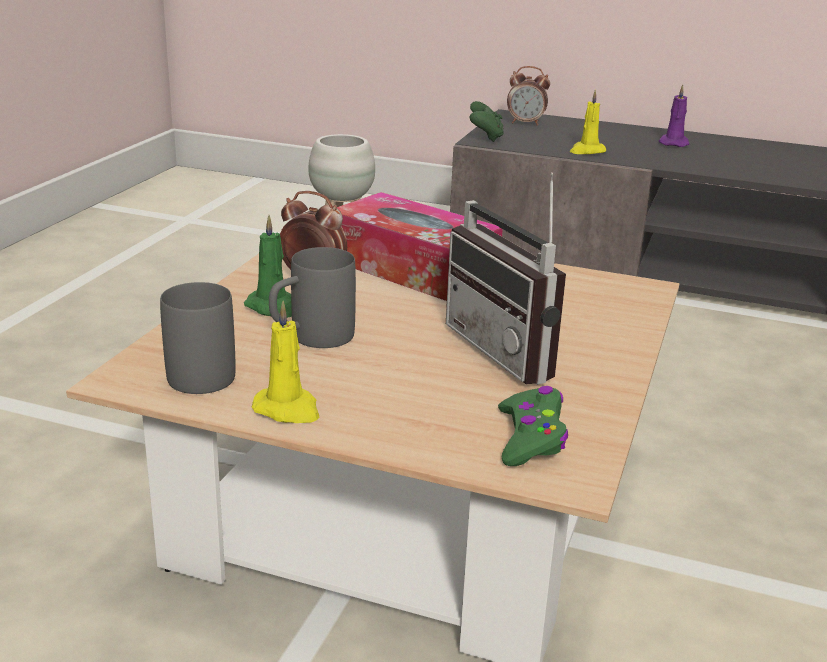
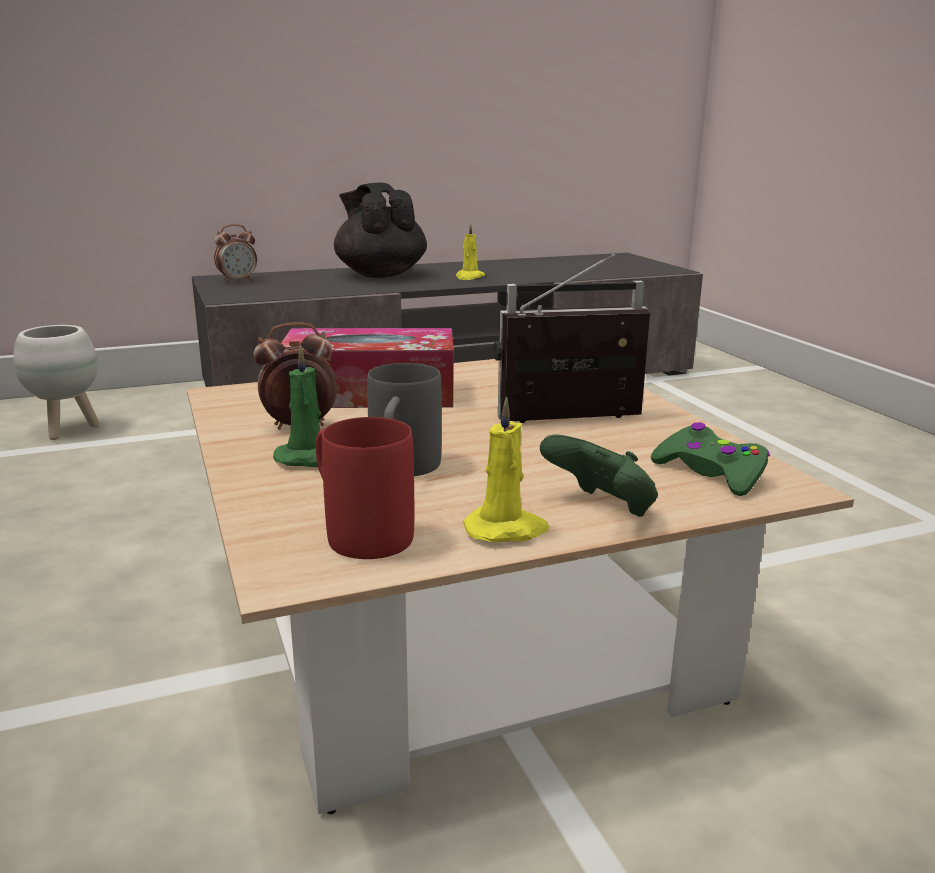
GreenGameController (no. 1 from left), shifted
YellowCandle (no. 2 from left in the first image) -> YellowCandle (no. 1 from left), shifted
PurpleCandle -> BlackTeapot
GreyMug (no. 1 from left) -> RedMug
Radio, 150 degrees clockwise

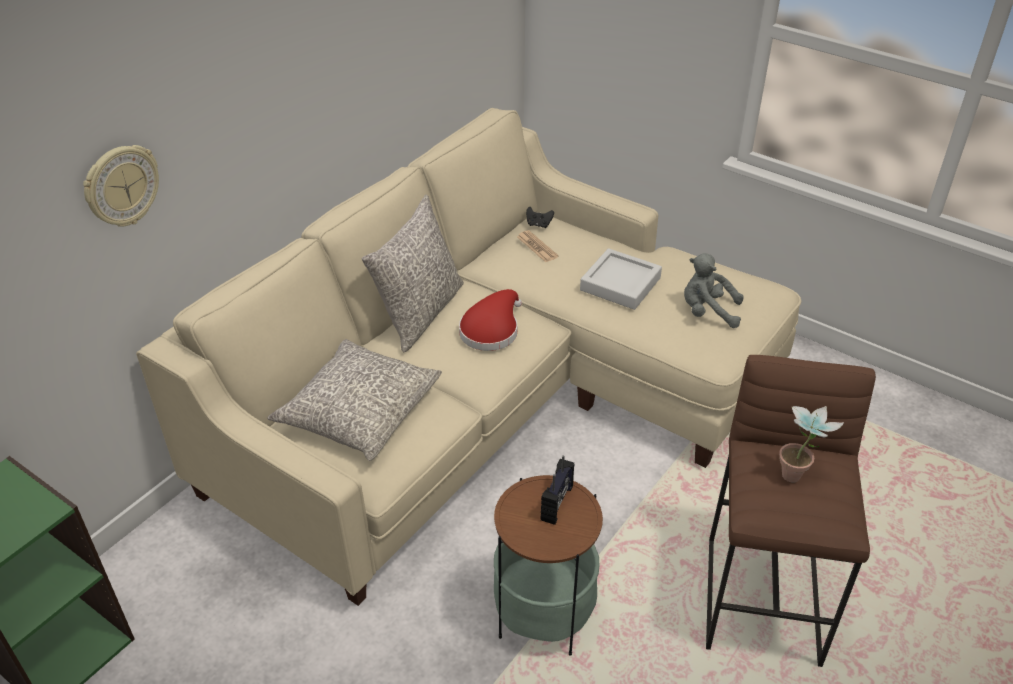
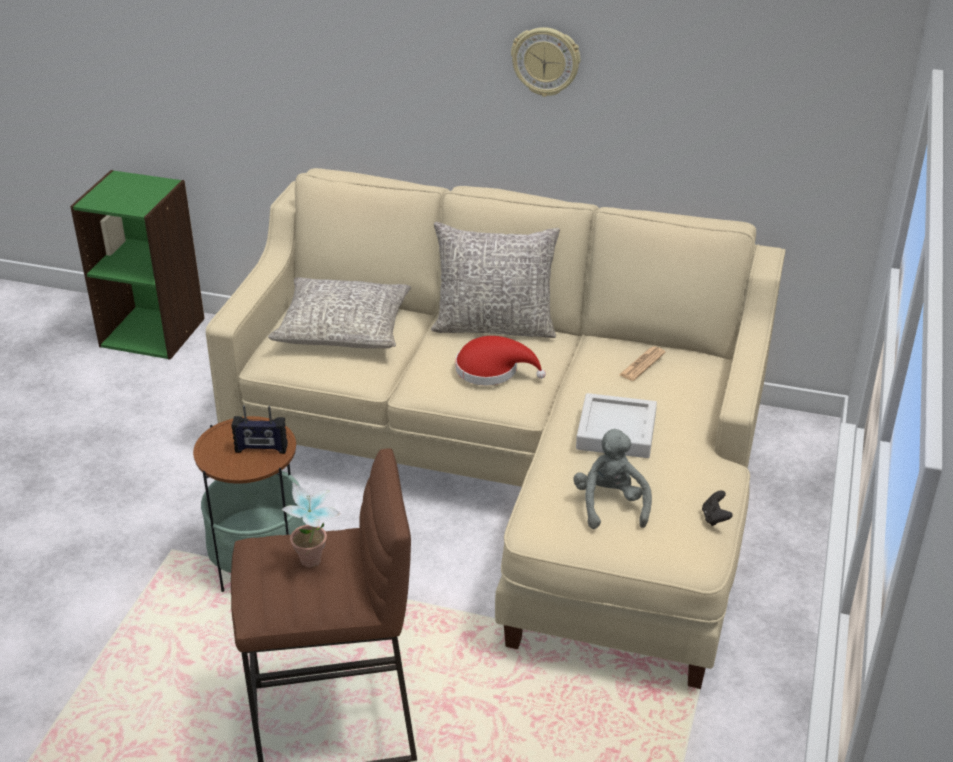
WallClock, shifted
BlackGameController, shifted

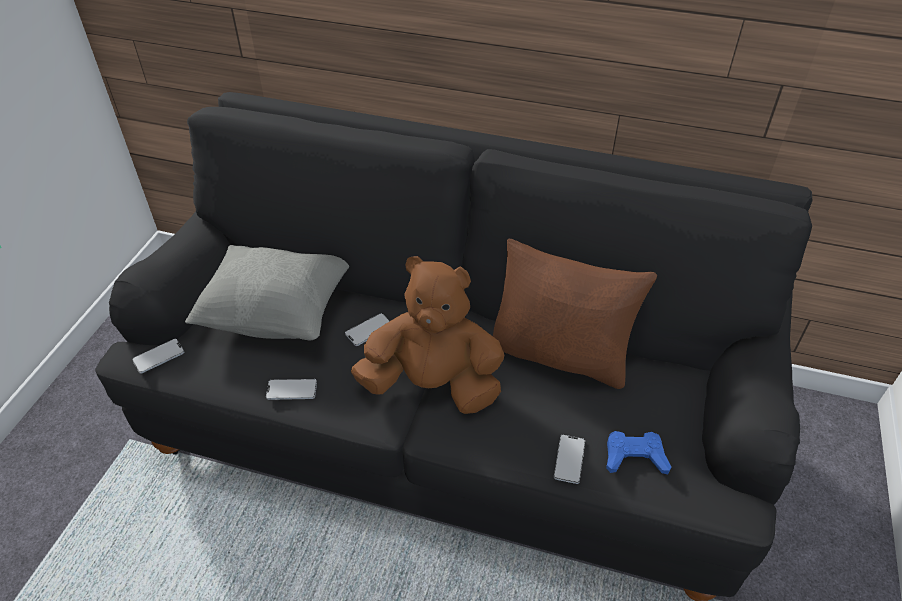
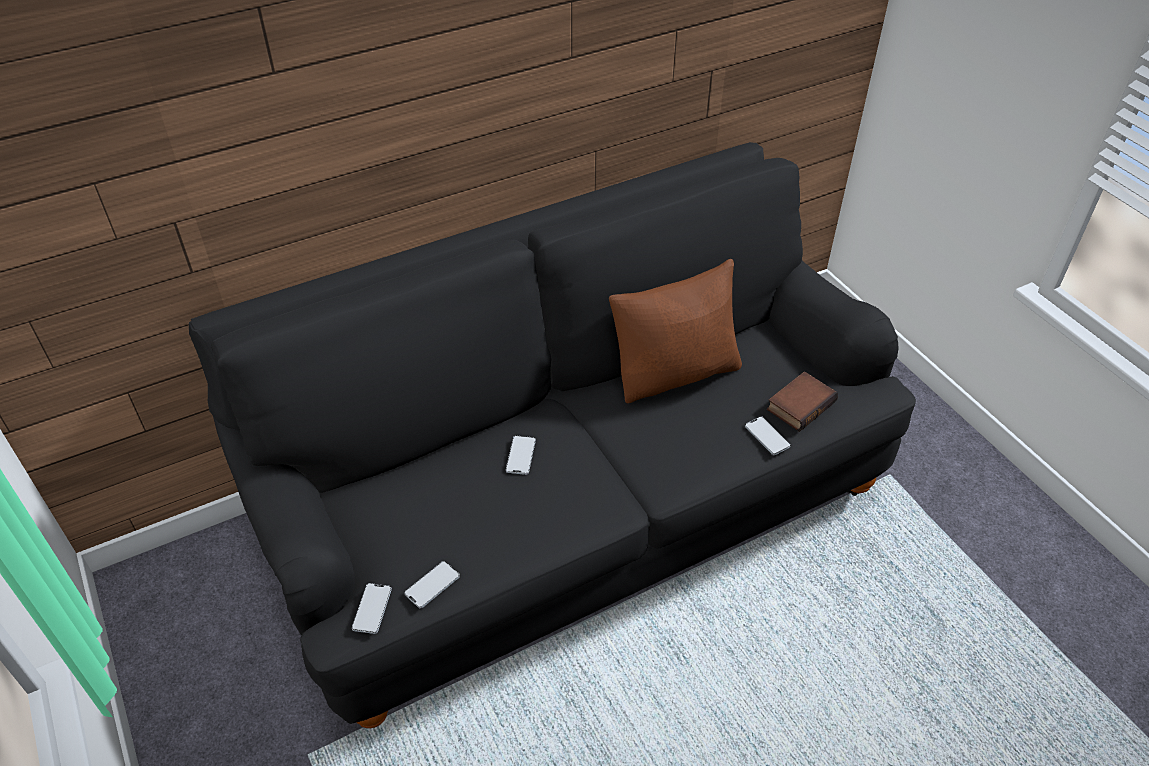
GreyPillow -> none
BrownPlushToy -> none
Phone (no. 2 from left), shifted
BlueGameController -> Book

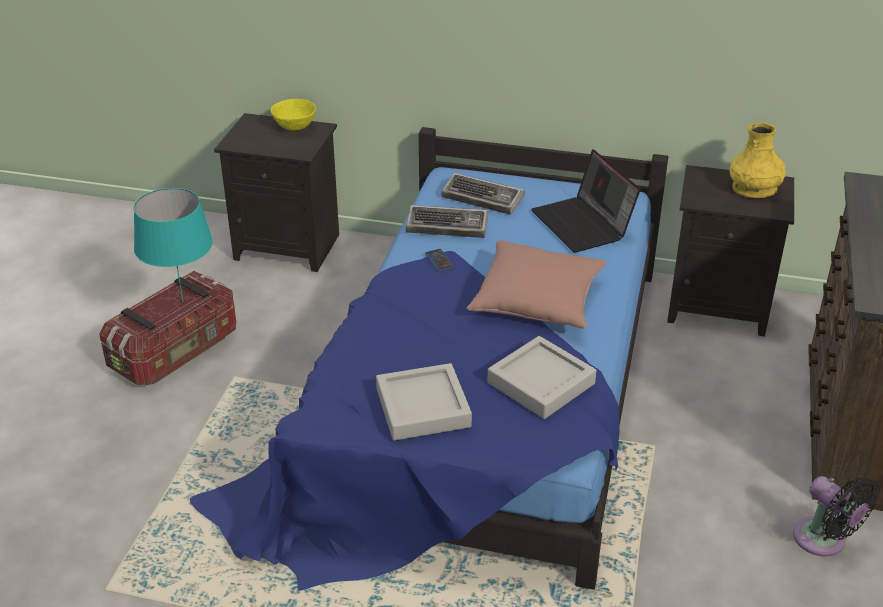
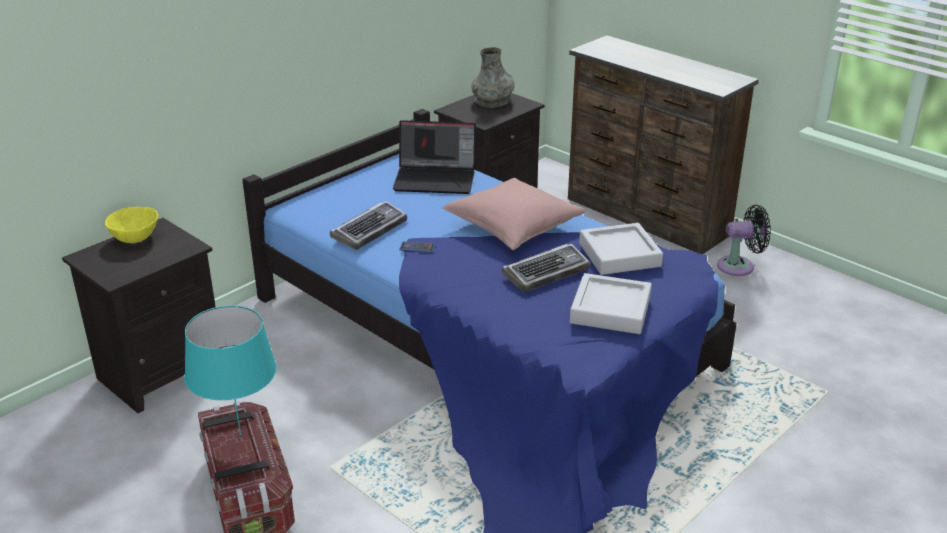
Keyboard (no. 2 from left), shifted
YellowVase -> GreyVase

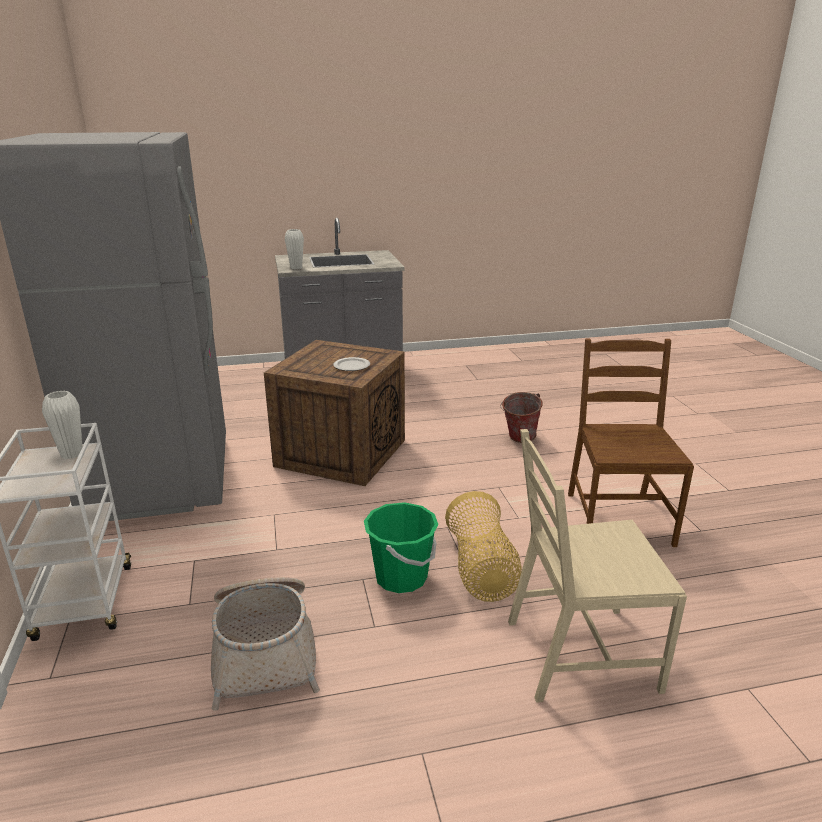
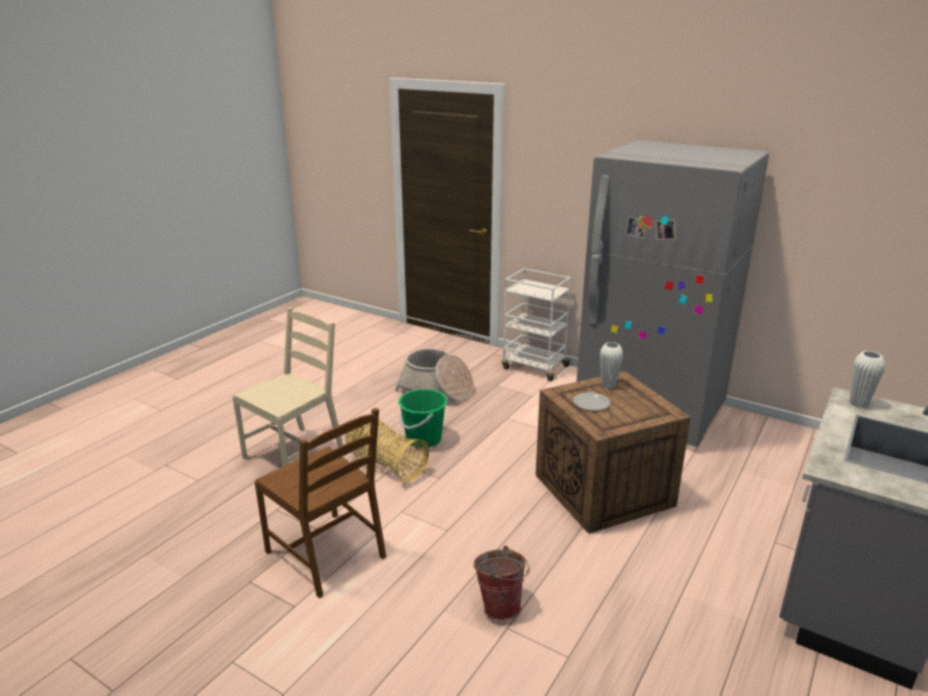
WhiteVase (no. 1 from left), shifted

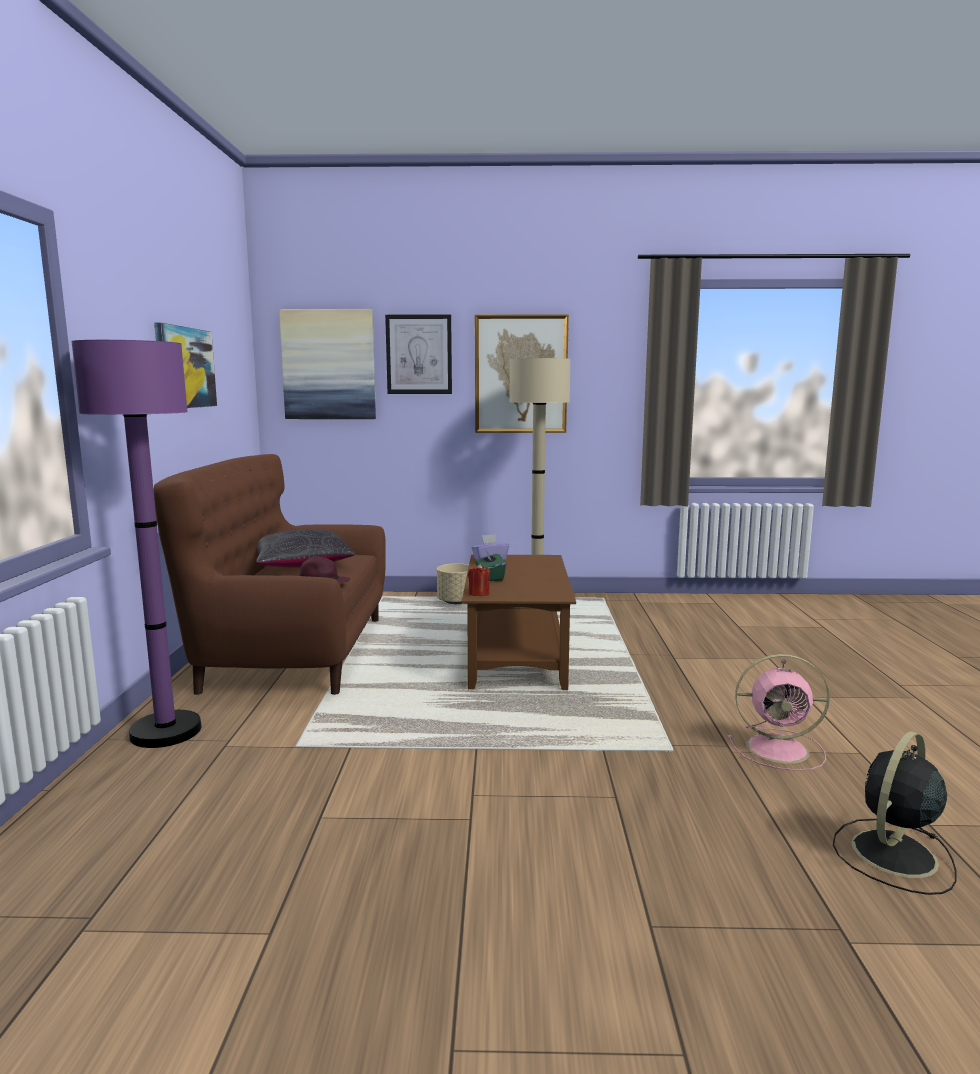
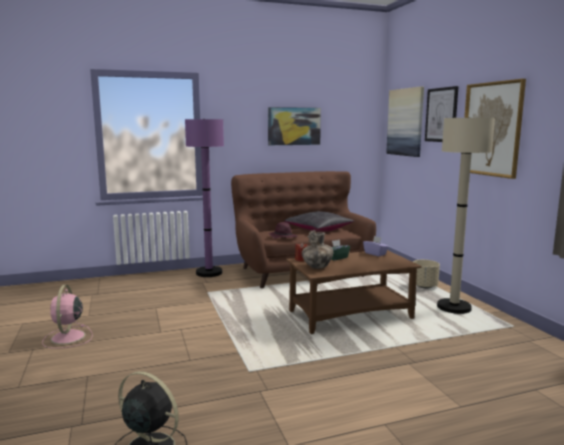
none -> Vase
PinkFan, shifted

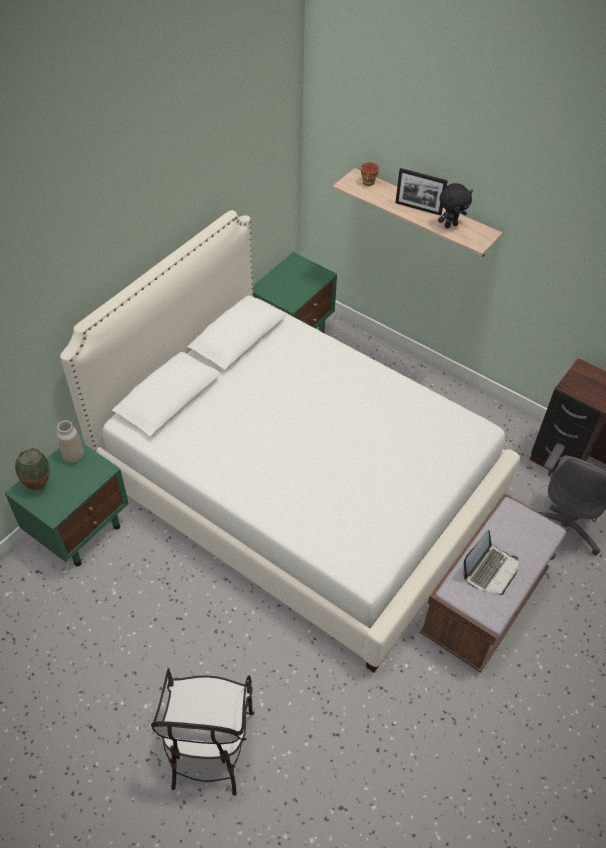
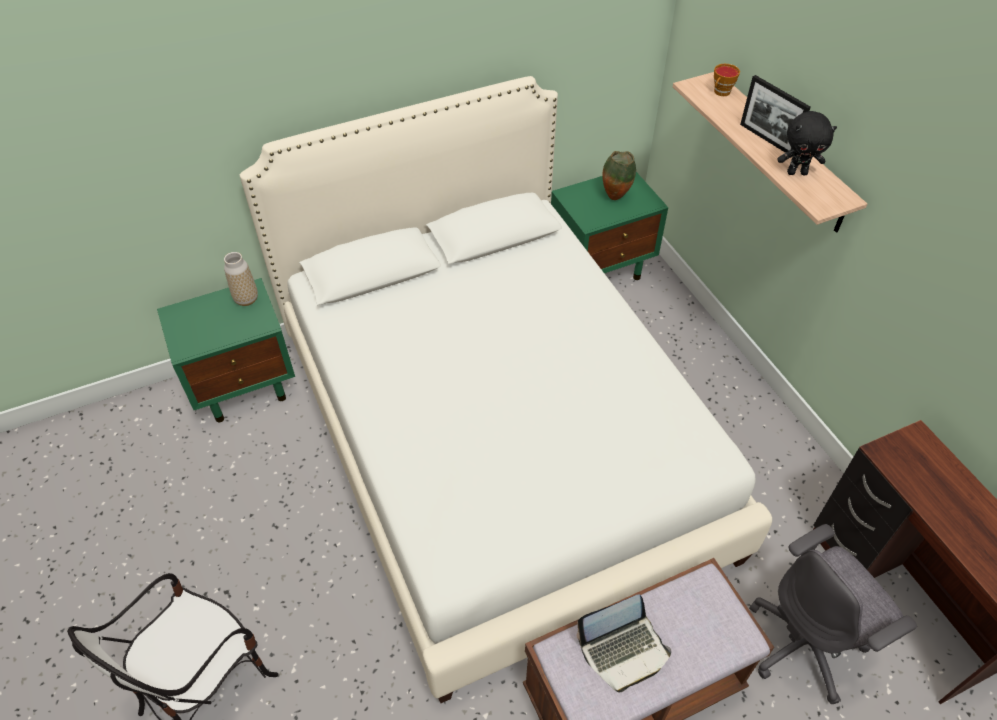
Vase (no. 1 from left in the first image) -> Vase (no. 2 from left), shifted

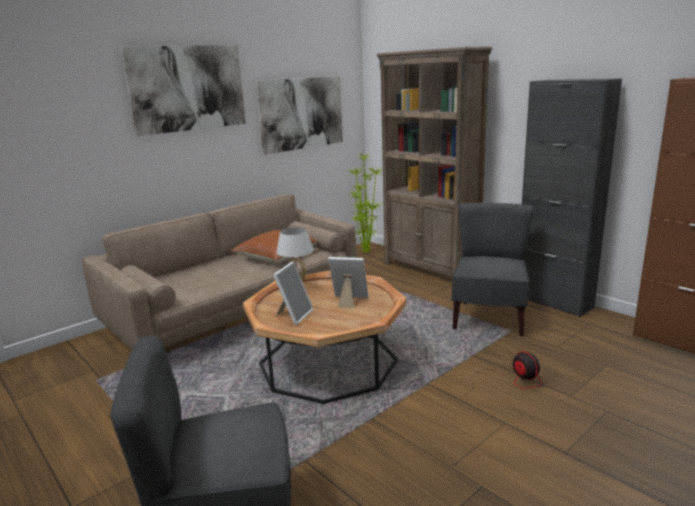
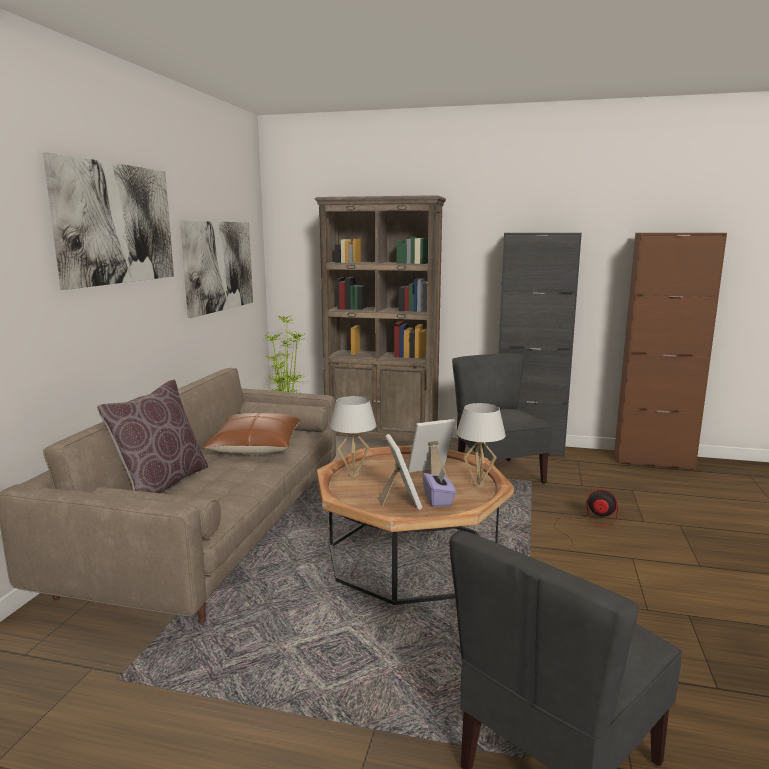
none -> BrownPillow (no. 1 from left)
none -> PurpleTissueBox
none -> WhiteTableLamp (no. 2 from left)

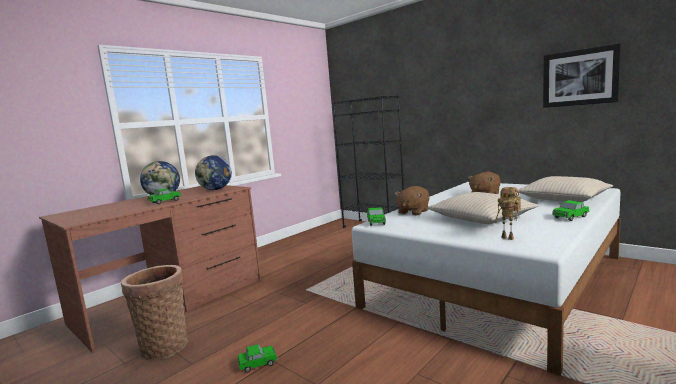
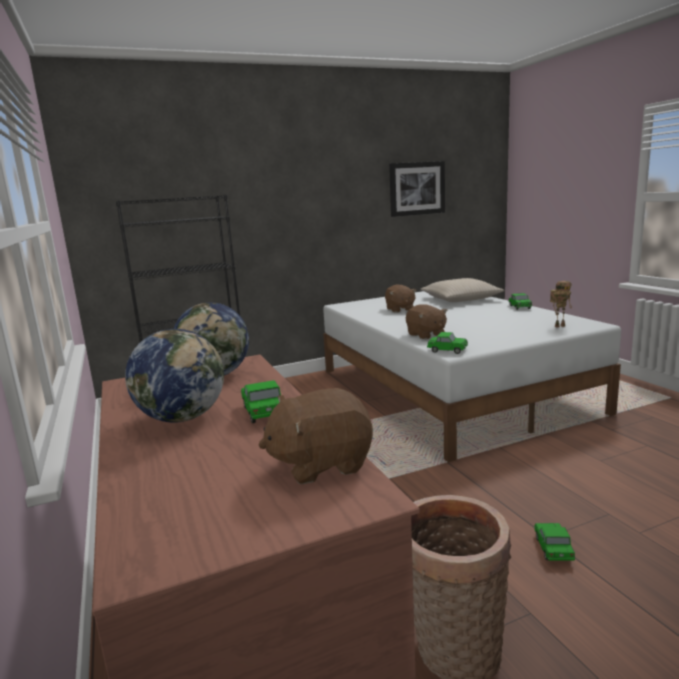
BeigePillow (no. 1 from left) -> none
none -> BrownPlushToy (no. 1 from left)

